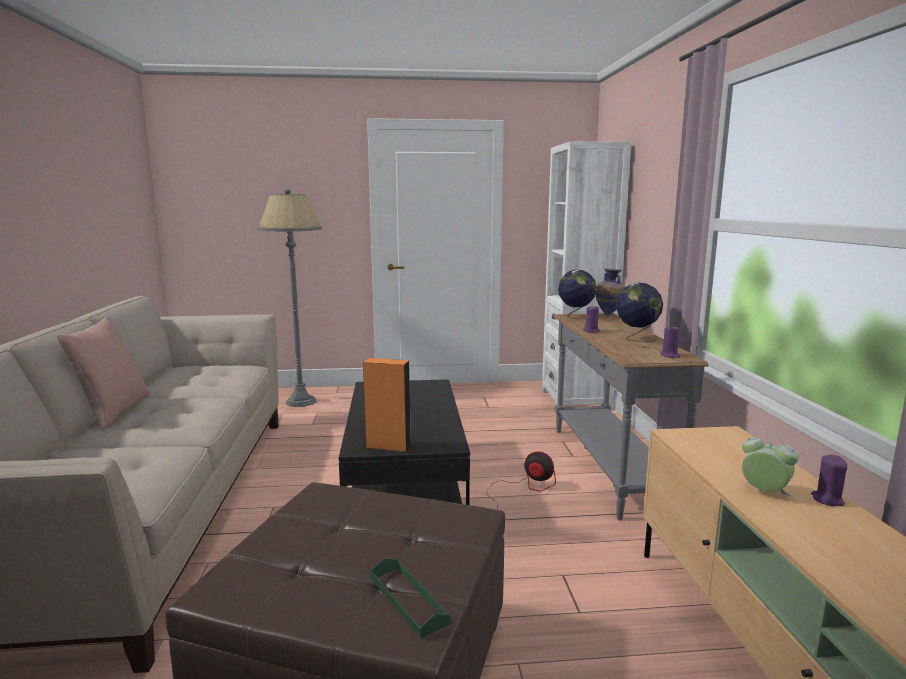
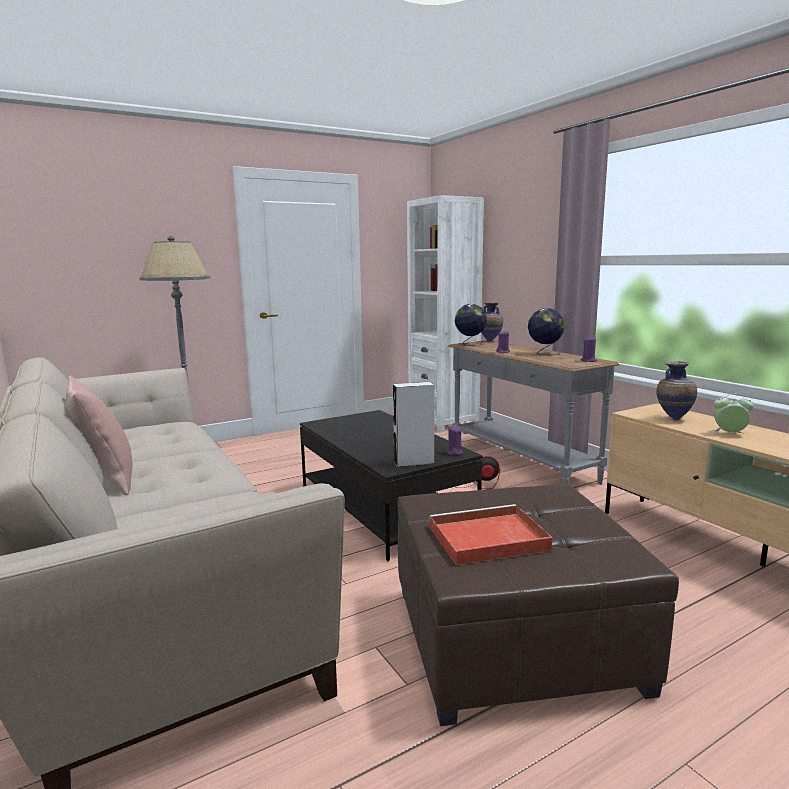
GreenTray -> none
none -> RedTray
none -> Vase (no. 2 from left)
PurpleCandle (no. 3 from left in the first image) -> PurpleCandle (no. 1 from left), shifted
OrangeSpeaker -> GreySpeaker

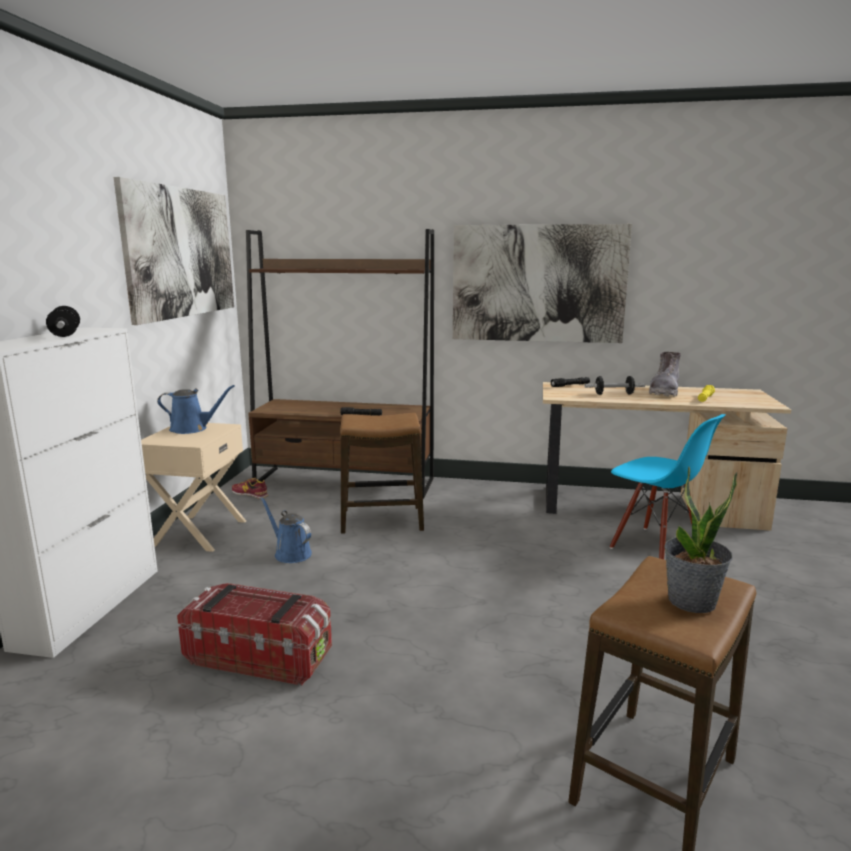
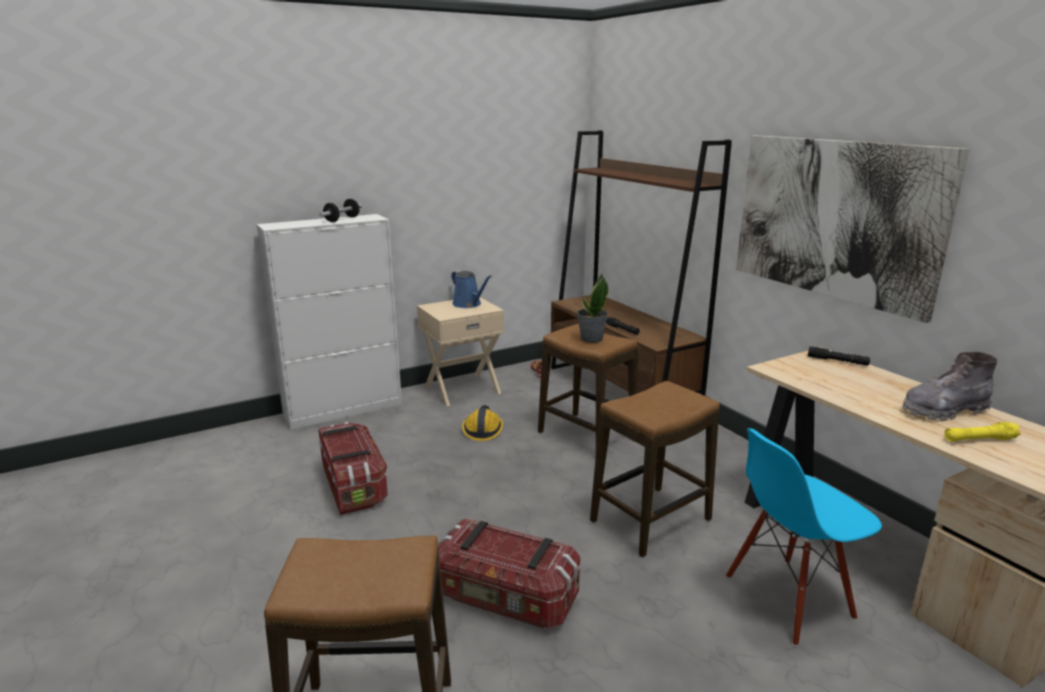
Picture (no. 1 from left) -> none
Dumbbell (no. 2 from left) -> none
none -> StorageBox (no. 2 from left)
none -> Stool (no. 3 from left)
PottedPlant, shifted
BlueWateringCan (no. 2 from left) -> HardHat
BlueChair, 60 degrees clockwise

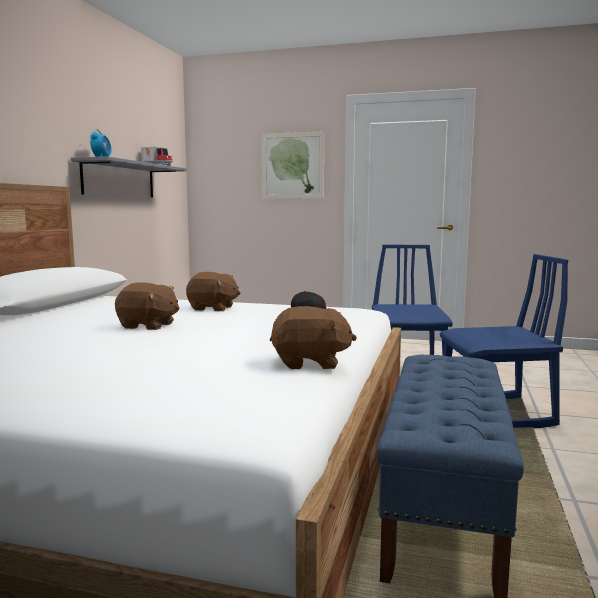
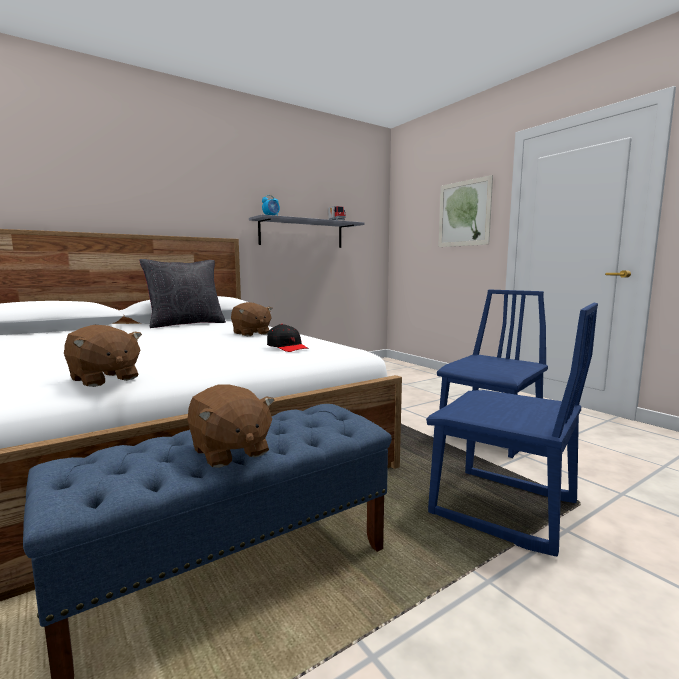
none -> BlackPillow
BrownPlushToy (no. 1 from left in the first image) -> BrownPlushToy (no. 2 from left), shifted

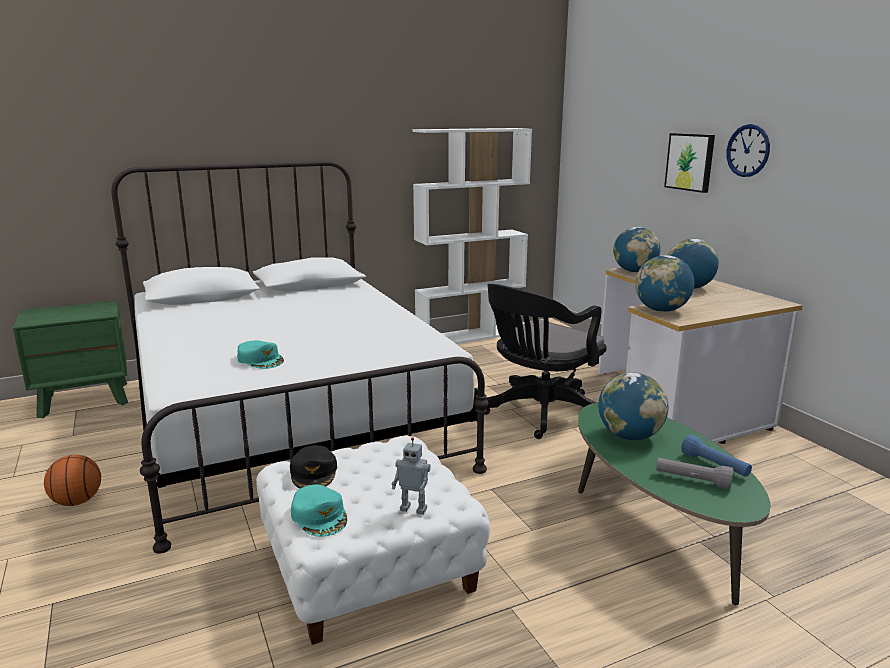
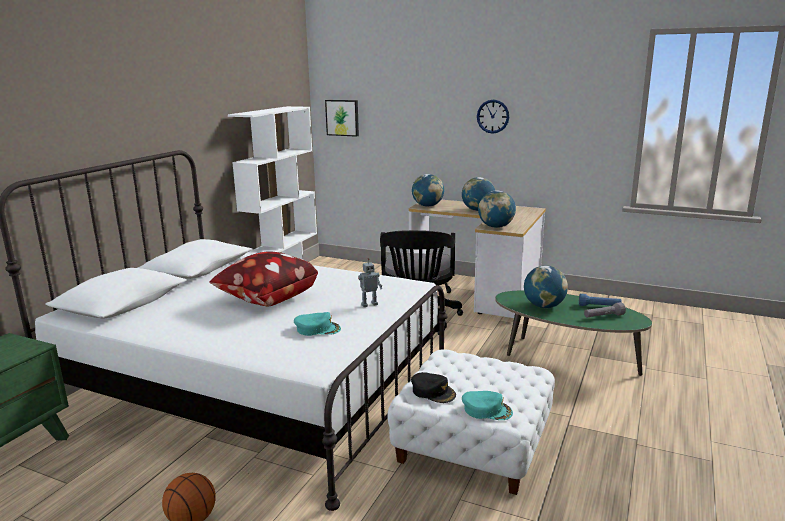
none -> Pillow
ToyRobot, shifted
Picture, shifted

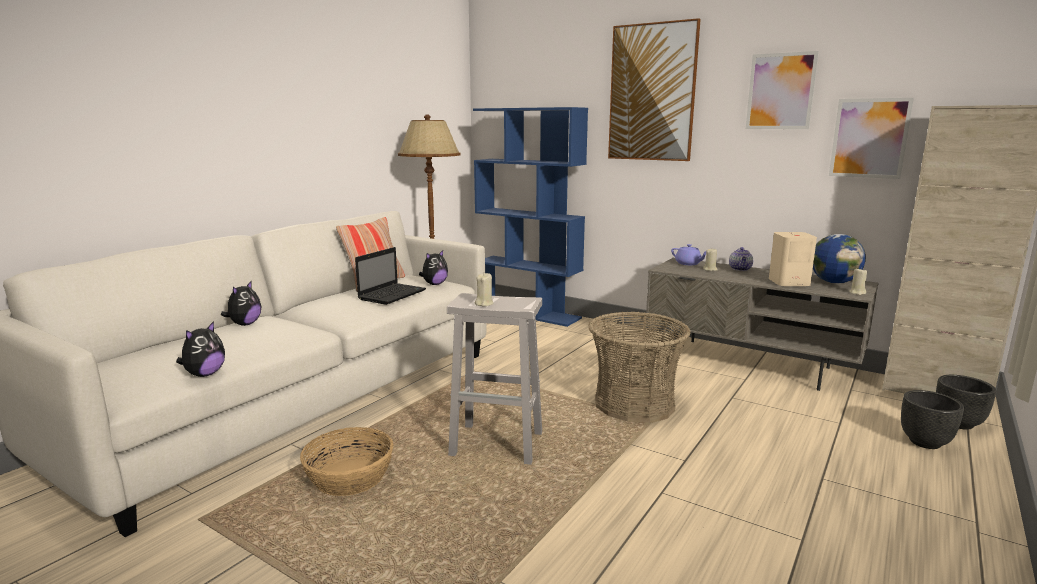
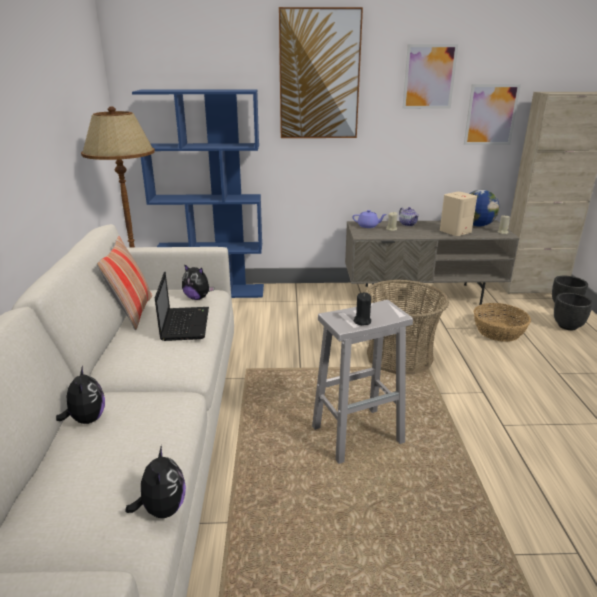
Basket (no. 1 from left in the first image) -> Basket (no. 2 from left), shifted
BeigeCandle (no. 1 from left) -> BlackCandle
PlushToy (no. 3 from left), 105 degrees clockwise

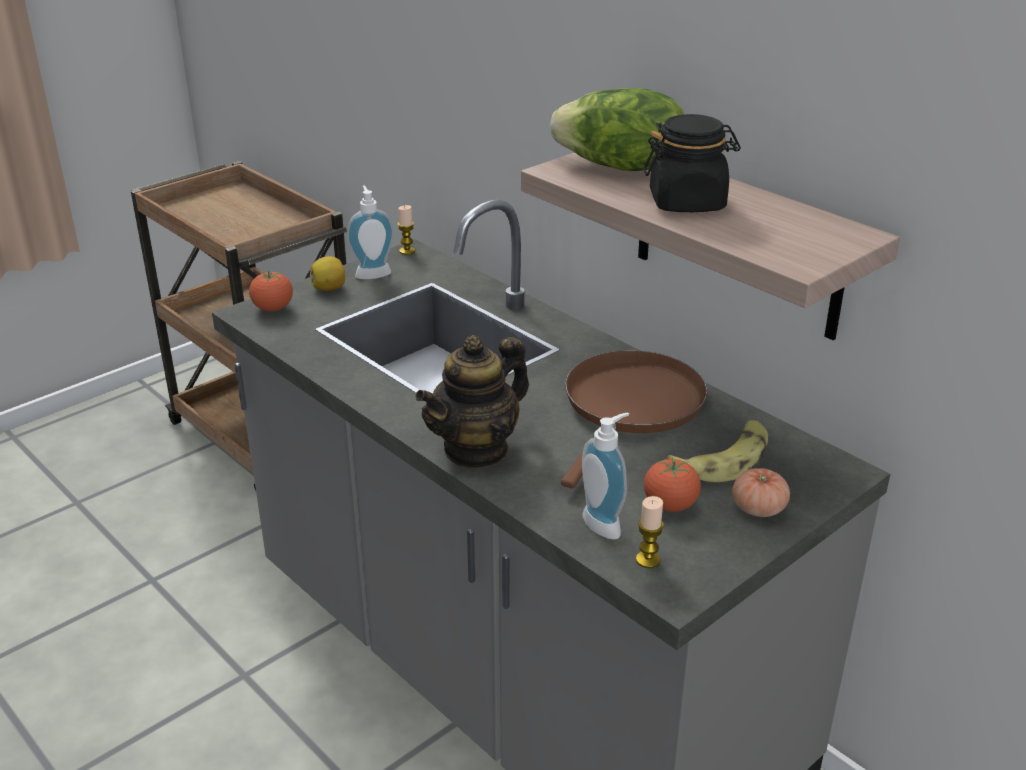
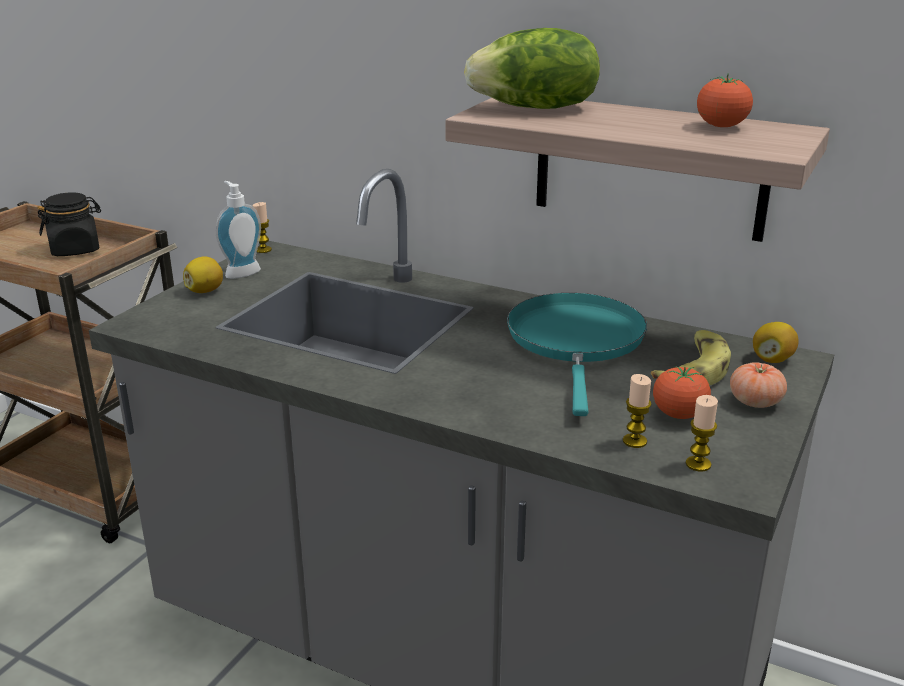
Teapot -> none
none -> Lemon (no. 2 from left)
Tomato (no. 1 from left in the first image) -> Tomato (no. 2 from left), shifted
BlackJar, shifted
SoapDispenser (no. 2 from left) -> Candle (no. 2 from left)
BrownFryingPan -> TurquoiseFryingPan

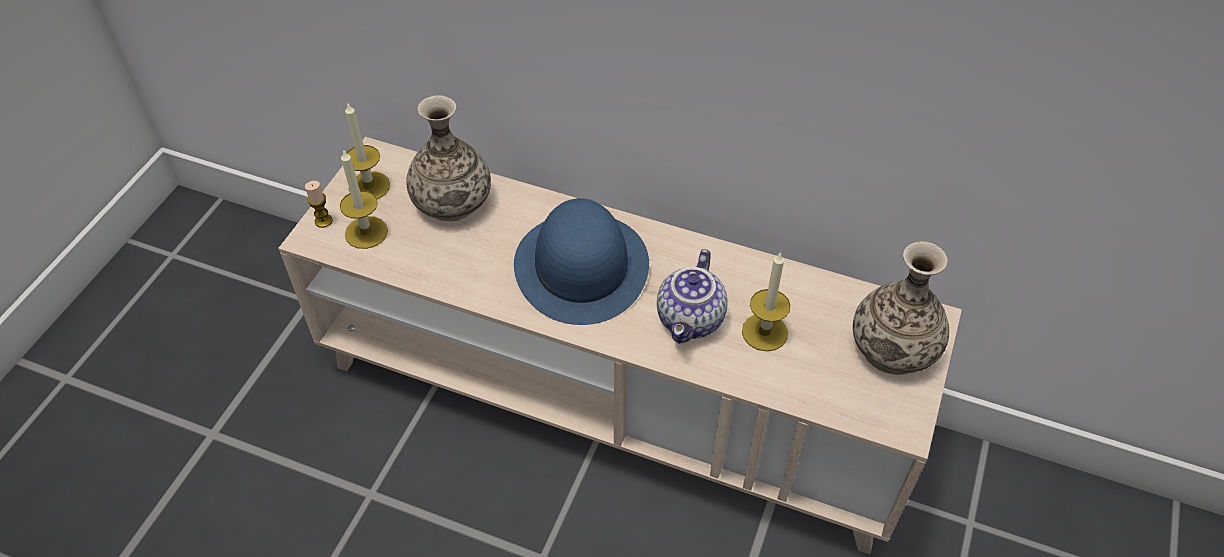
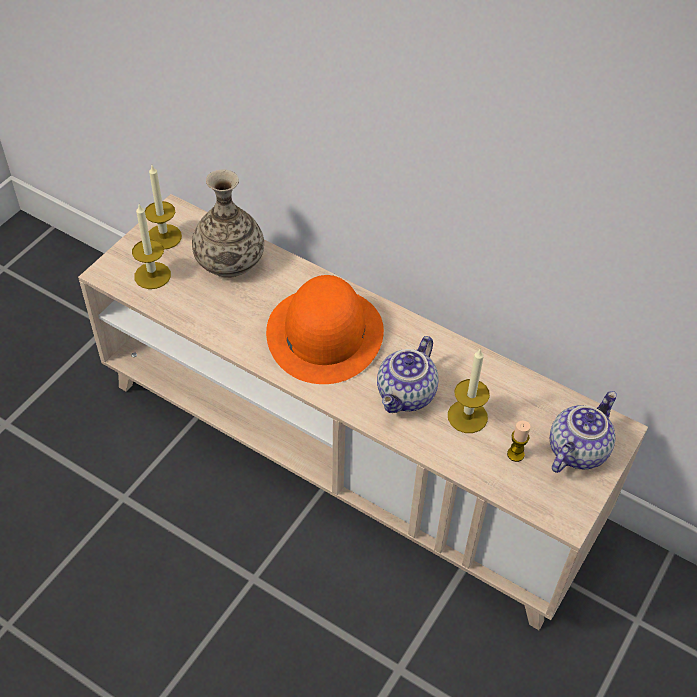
Candle (no. 1 from left in the first image) -> Candle (no. 4 from left), shifted
Vase (no. 2 from left) -> Teapot (no. 2 from left)
BlueHat -> OrangeHat

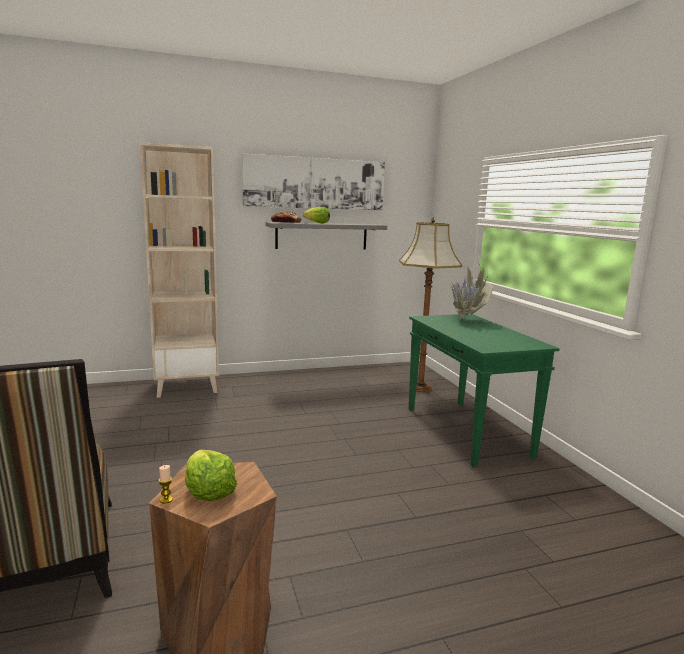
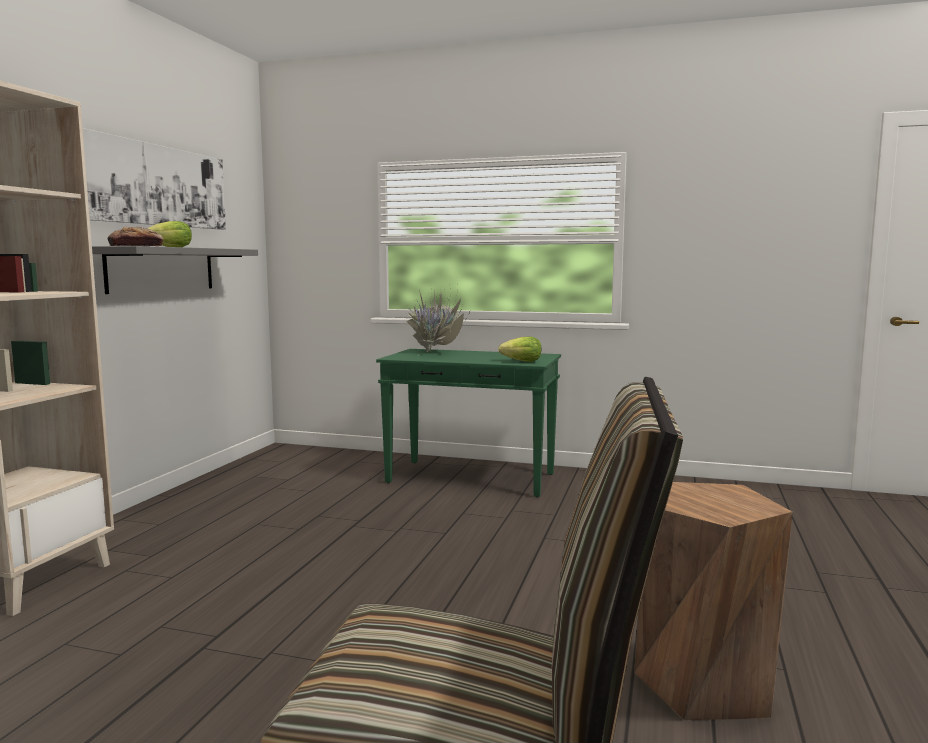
Candle -> none
FloorLamp -> none
Lettuce (no. 1 from left in the first image) -> Lettuce (no. 2 from left), shifted

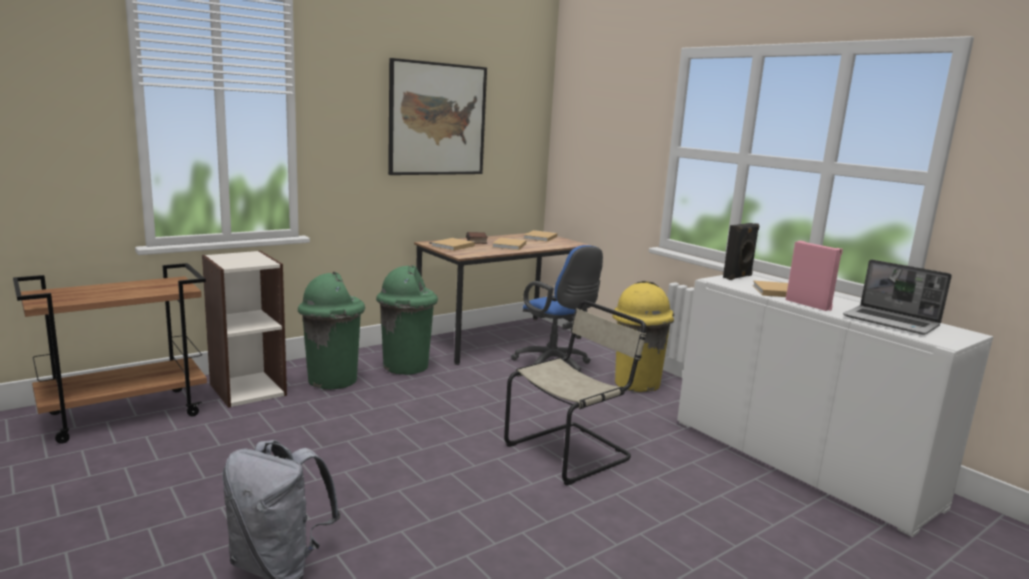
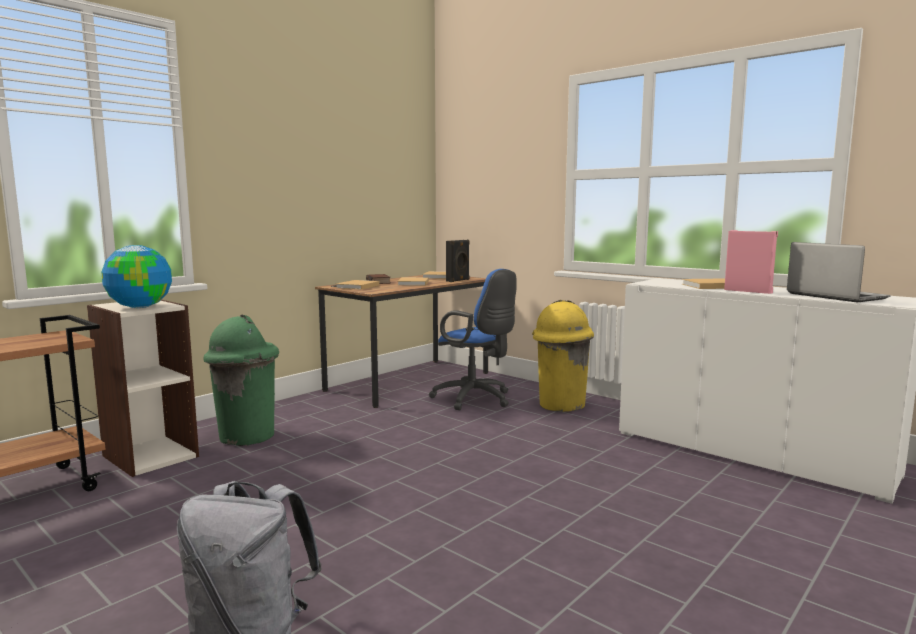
GreenTrashCan (no. 2 from left) -> none
Picture -> none
BeigeChair -> none
none -> Globe
BlackSpeaker, shifted
Laptop, 150 degrees counterclockwise

